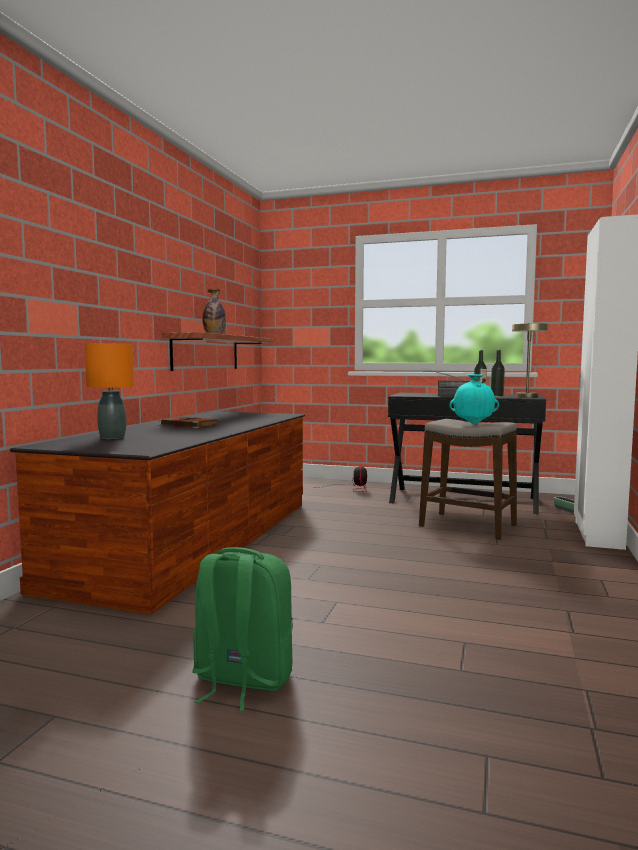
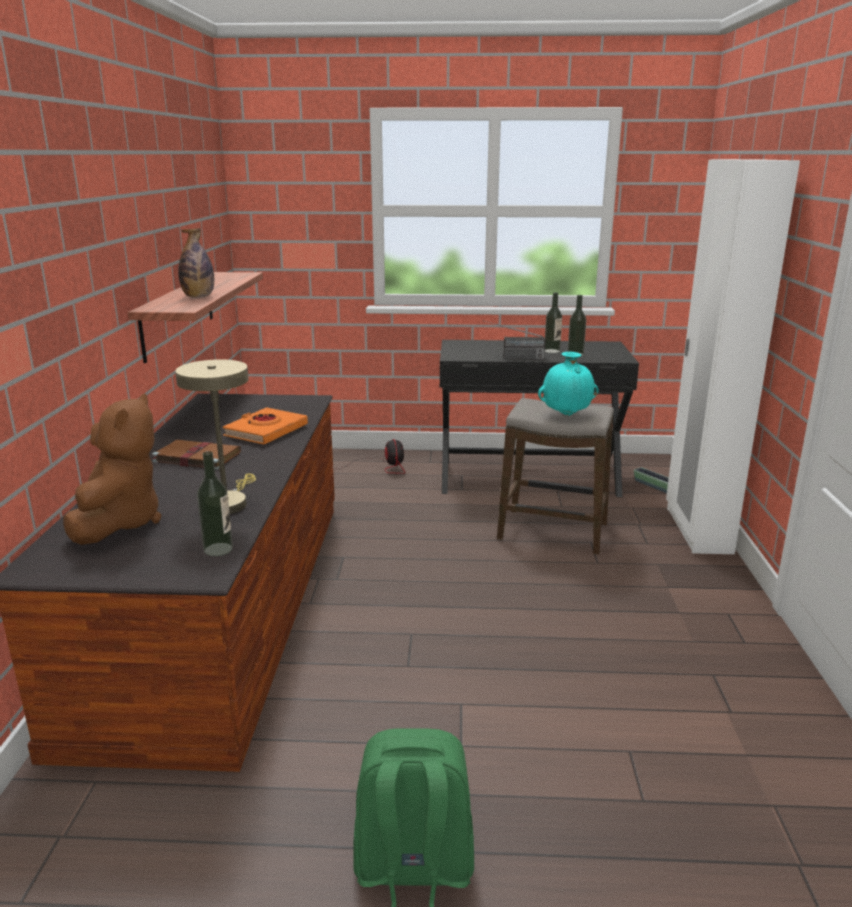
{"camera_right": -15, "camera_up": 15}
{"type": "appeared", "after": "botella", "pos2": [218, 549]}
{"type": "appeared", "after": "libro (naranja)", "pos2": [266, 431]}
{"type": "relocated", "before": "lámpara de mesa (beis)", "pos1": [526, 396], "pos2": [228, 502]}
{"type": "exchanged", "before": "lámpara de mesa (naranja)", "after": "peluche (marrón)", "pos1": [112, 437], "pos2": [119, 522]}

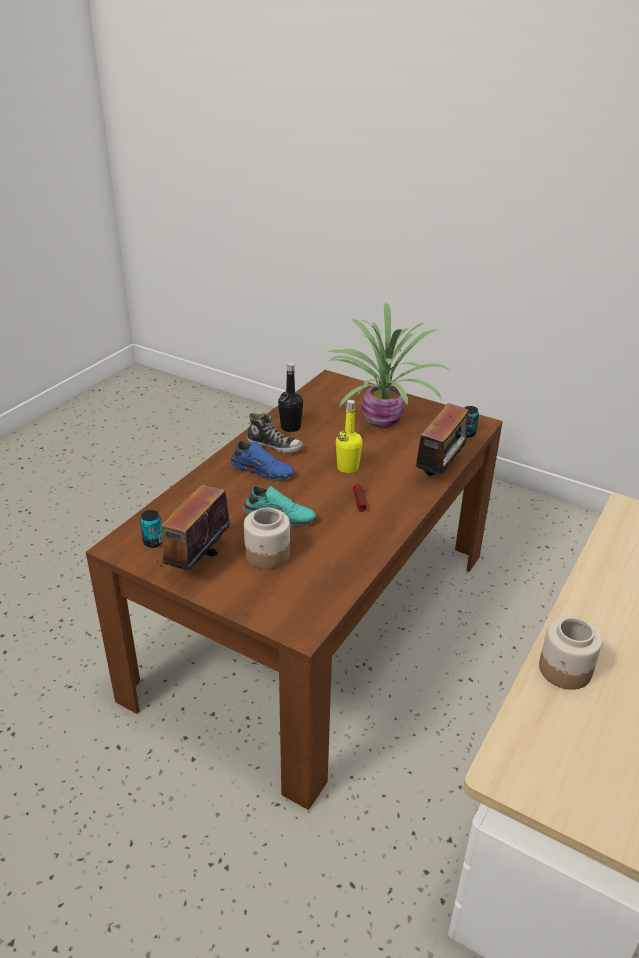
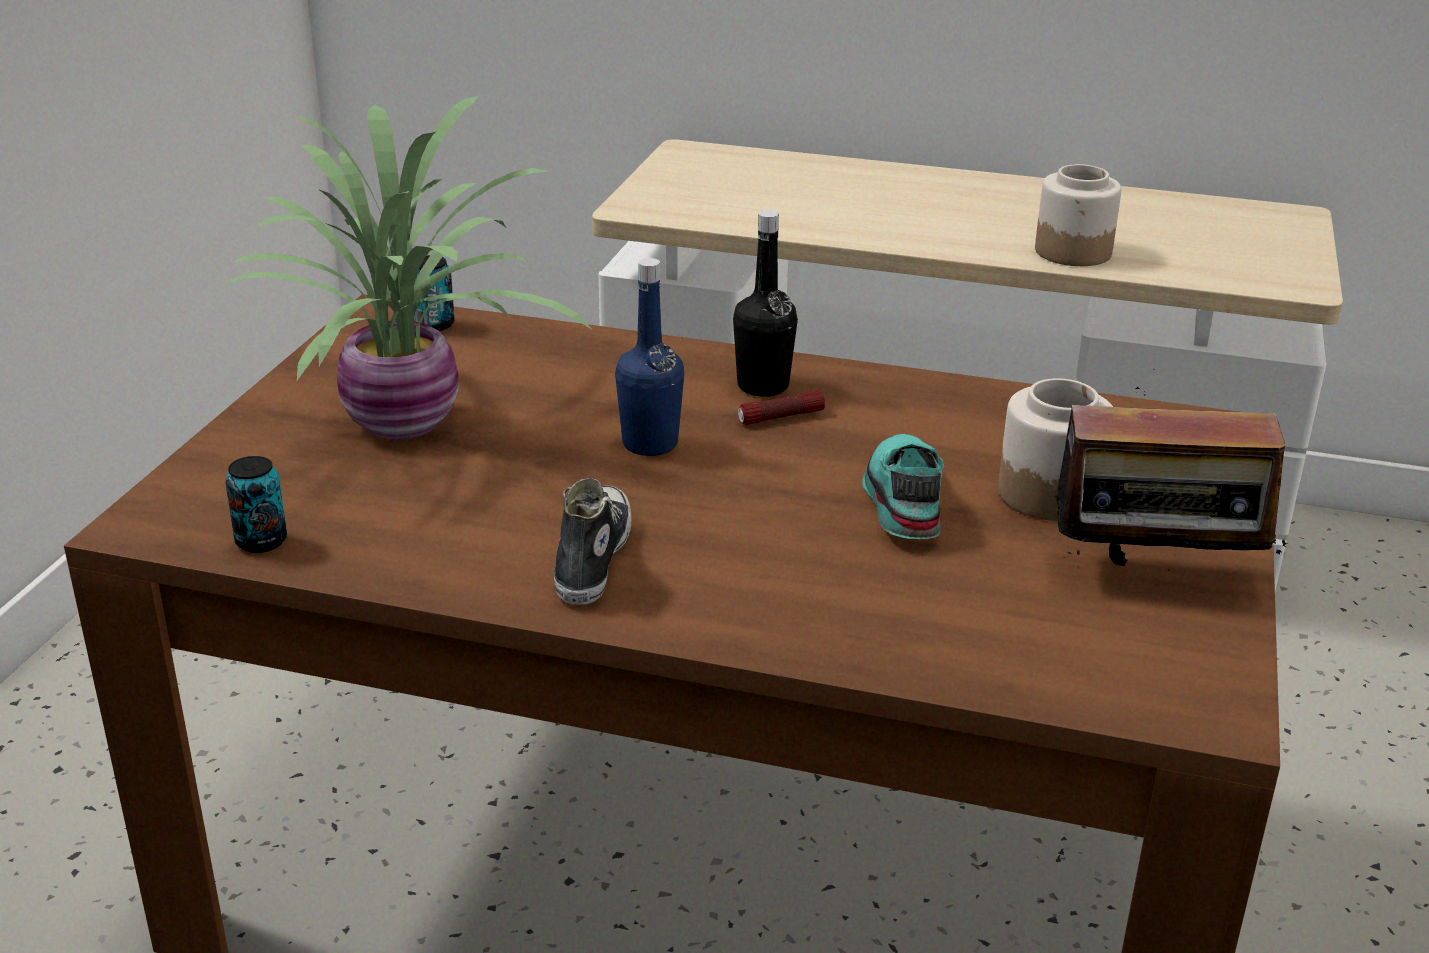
{"camera_right": -105, "camera_up": -5}
{"type": "missing", "before": "zapato (azul)", "pos1": [262, 470]}
{"type": "missing", "before": "radio", "pos1": [440, 471]}
{"type": "relocated", "before": "lata", "pos1": [153, 542], "pos2": [261, 541]}
{"type": "relocated", "before": "botella (negro)", "pos1": [290, 427], "pos2": [763, 386]}
{"type": "colour", "before": "botella (amarillo)", "after": "botella (azul)", "pos1": [347, 468], "pos2": [650, 444]}

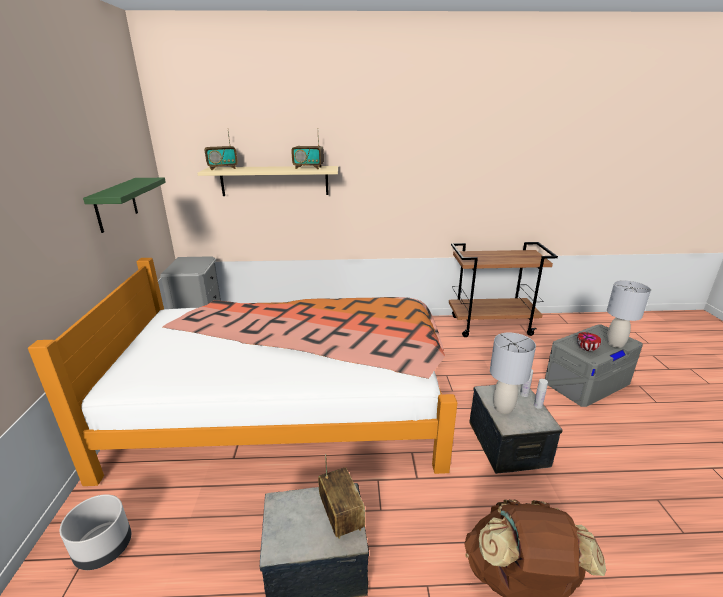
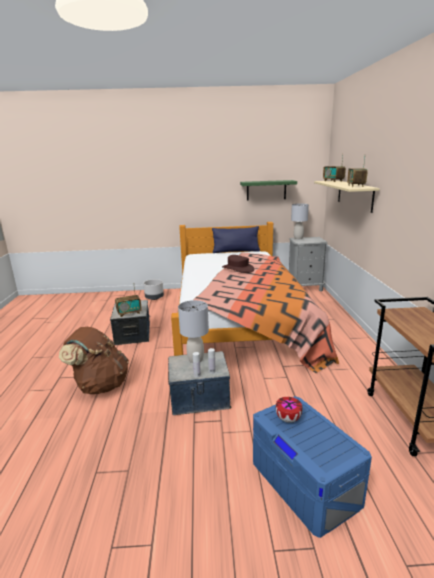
{"camera_right": 90, "camera_up": -5}
{"type": "appeared", "after": "cojín (azul)", "pos2": [236, 251]}
{"type": "appeared", "after": "sombrero (marrón)", "pos2": [238, 268]}
{"type": "relocated", "before": "lámpara de mesa (gris)", "pos1": [615, 344], "pos2": [298, 238]}
{"type": "colour", "before": "caja de almacenaje (gris)", "after": "caja de almacenaje (azul)", "pos1": [586, 382], "pos2": [304, 482]}

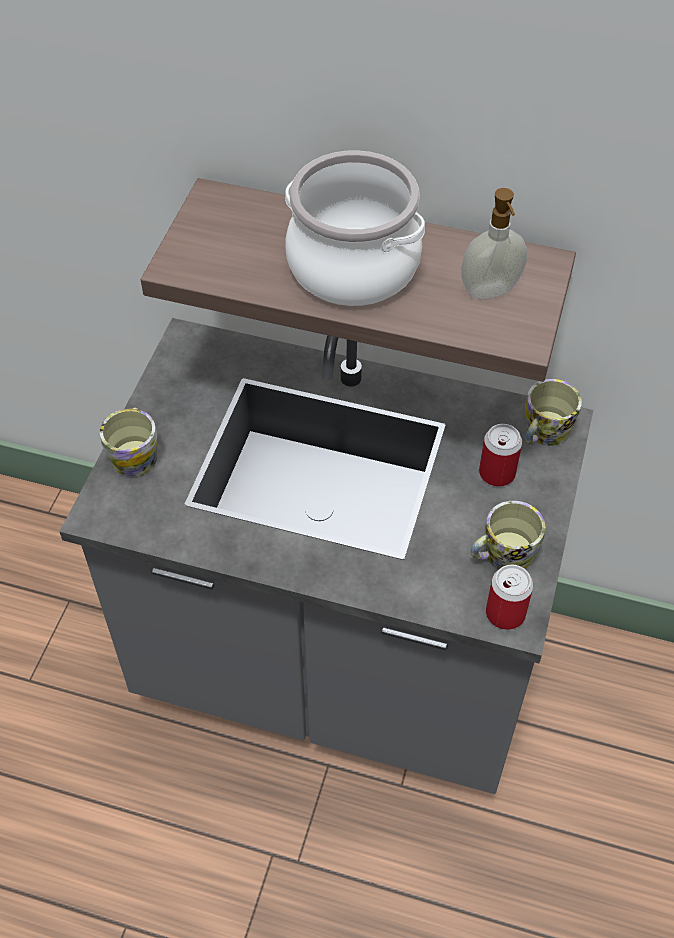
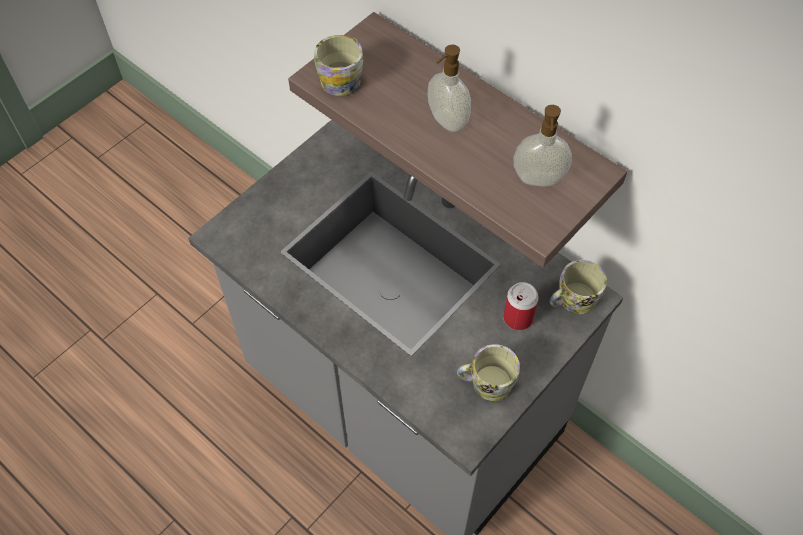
{"camera_right": 25, "camera_up": 5}
{"type": "missing", "before": "lata", "pos1": [505, 613]}
{"type": "relocated", "before": "taza grande", "pos1": [135, 453], "pos2": [343, 77]}
{"type": "exchanged", "before": "olla", "after": "dispensador de jabón", "pos1": [354, 265], "pos2": [446, 121]}

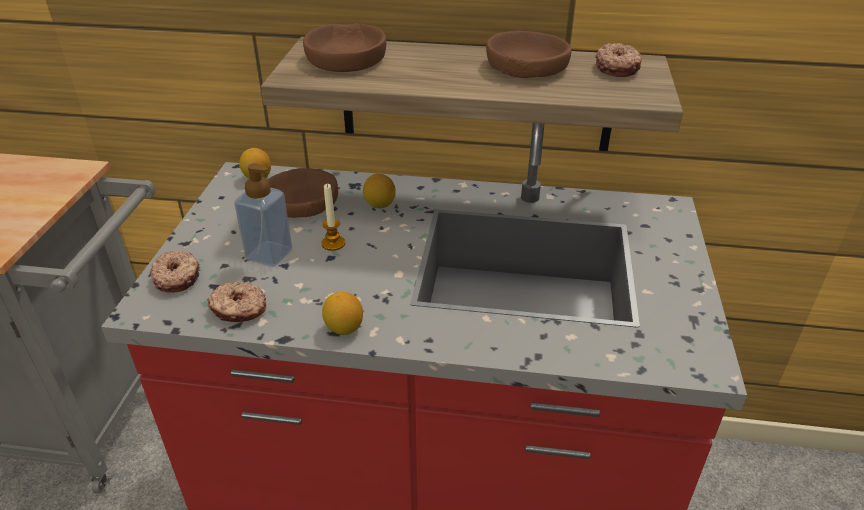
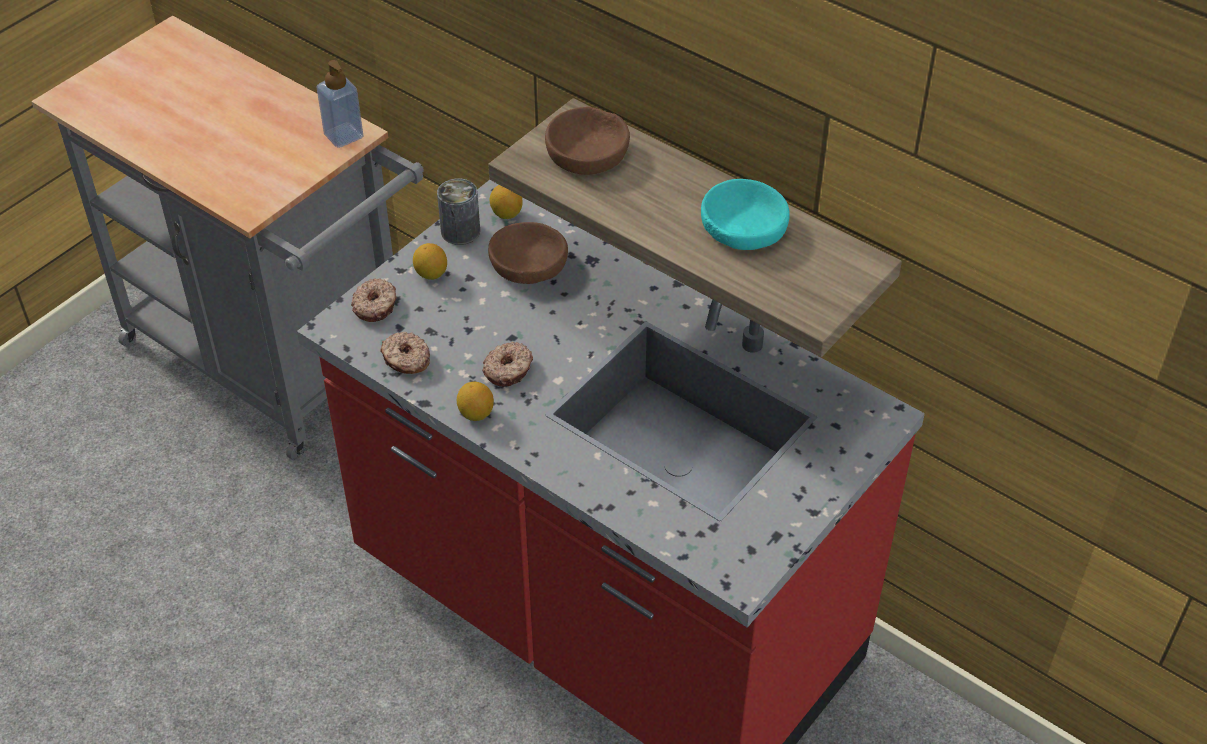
{"camera_right": 30, "camera_up": 10}
{"type": "missing", "before": "vela", "pos1": [333, 243]}
{"type": "appeared", "after": "lata", "pos2": [460, 231]}
{"type": "relocated", "before": "dispensador de jabón", "pos1": [269, 254], "pos2": [343, 136]}
{"type": "relocated", "before": "limón", "pos1": [380, 205], "pos2": [431, 274]}
{"type": "relocated", "before": "rosquilla", "pos1": [617, 68], "pos2": [509, 370]}
{"type": "colour", "before": "cuenco (marrón)", "after": "cuenco (turquesa)", "pos1": [526, 66], "pos2": [743, 225]}

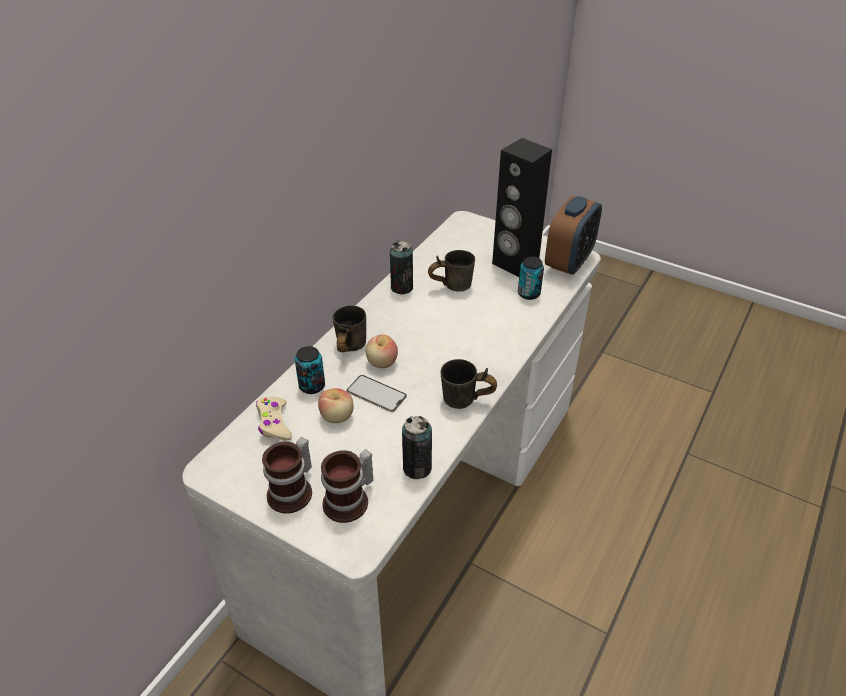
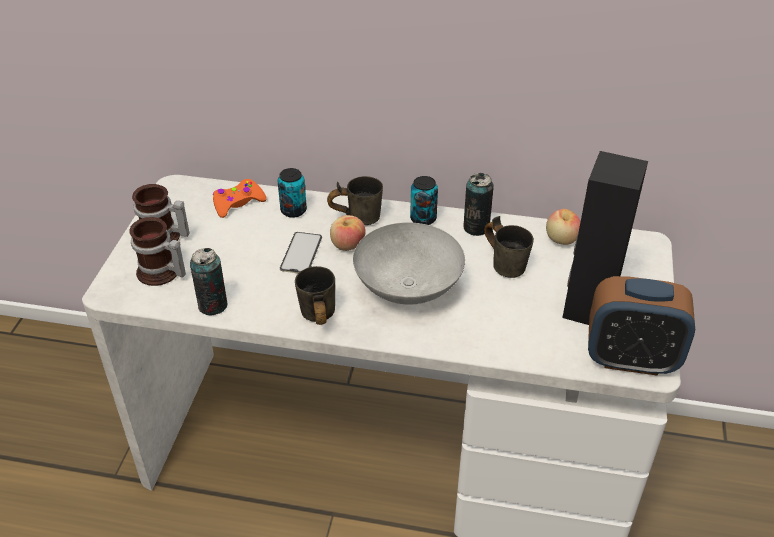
{"camera_right": 70, "camera_up": 0}
{"type": "appeared", "after": "cuenco (gris)", "pos2": [407, 287]}
{"type": "relocated", "before": "manzana", "pos1": [337, 416], "pos2": [561, 239]}
{"type": "relocated", "before": "lata", "pos1": [528, 293], "pos2": [423, 219]}
{"type": "colour", "before": "mando de consola (beis)", "after": "mando de consola (naranja)", "pos1": [274, 423], "pos2": [238, 203]}

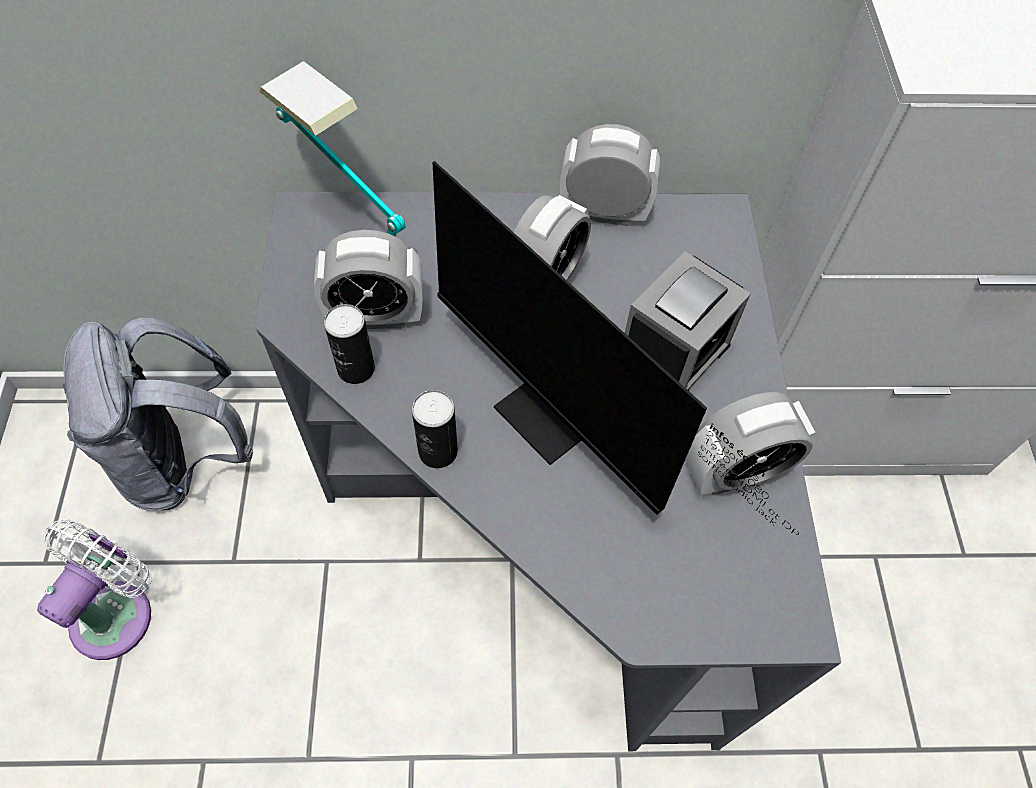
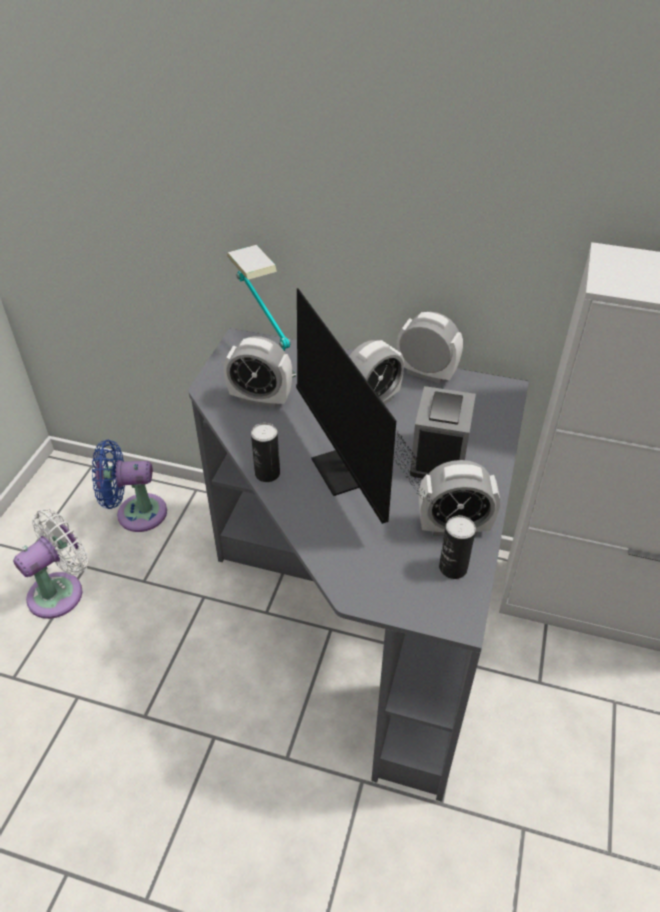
{"camera_right": 20, "camera_up": -15}
{"type": "relocated", "before": "lata", "pos1": [356, 368], "pos2": [453, 568]}
{"type": "exchanged", "before": "mochila (gris)", "after": "ventilador (azul)", "pos1": [183, 459], "pos2": [136, 513]}
{"type": "spun", "before": "despertador", "pos1": [673, 354], "pos2": [439, 455], "turn": 135}

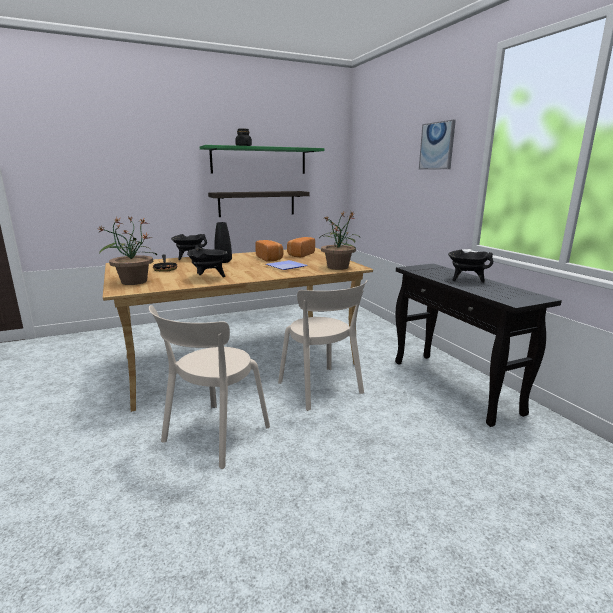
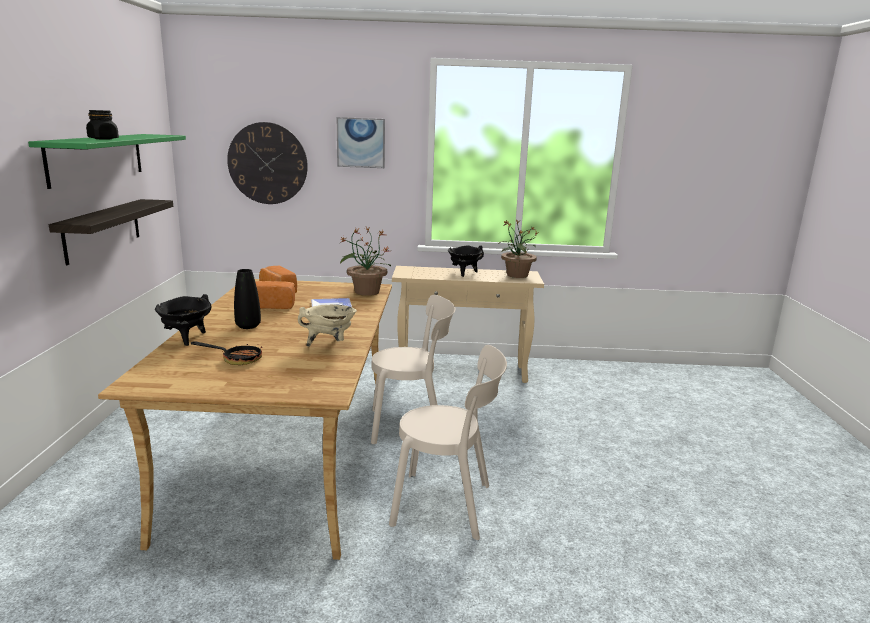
{"camera_right": -65, "camera_up": 0}
{"type": "appeared", "after": "reloj de pared", "pos2": [267, 163]}
{"type": "relocated", "before": "planta en maceta", "pos1": [133, 281], "pos2": [516, 275]}
{"type": "colour", "before": "olla (negro)", "after": "olla (beis)", "pos1": [208, 277], "pos2": [329, 344]}
{"type": "colour", "before": "mesa consola (negro)", "after": "mesa consola (beis)", "pos1": [454, 386], "pos2": [463, 371]}
{"type": "spun", "before": "silla (beis)", "pos1": [213, 436], "pos2": [447, 505], "turn": -45}

